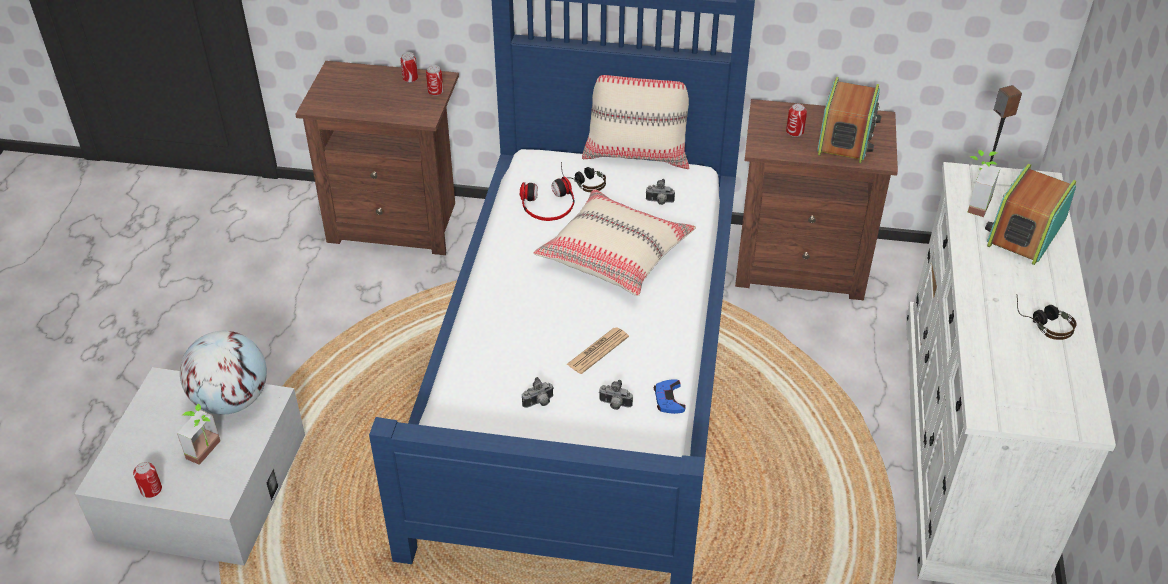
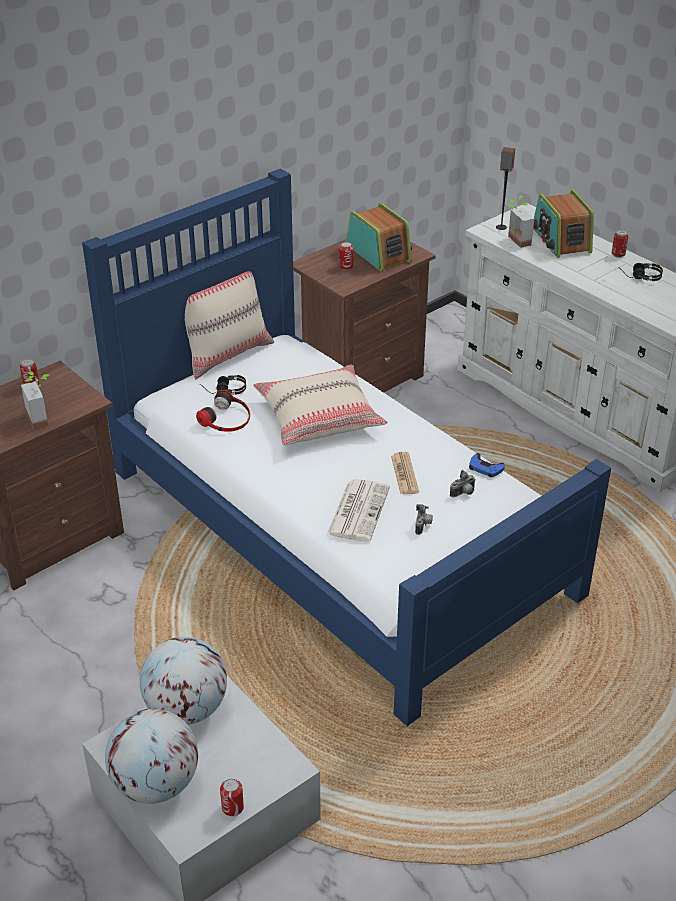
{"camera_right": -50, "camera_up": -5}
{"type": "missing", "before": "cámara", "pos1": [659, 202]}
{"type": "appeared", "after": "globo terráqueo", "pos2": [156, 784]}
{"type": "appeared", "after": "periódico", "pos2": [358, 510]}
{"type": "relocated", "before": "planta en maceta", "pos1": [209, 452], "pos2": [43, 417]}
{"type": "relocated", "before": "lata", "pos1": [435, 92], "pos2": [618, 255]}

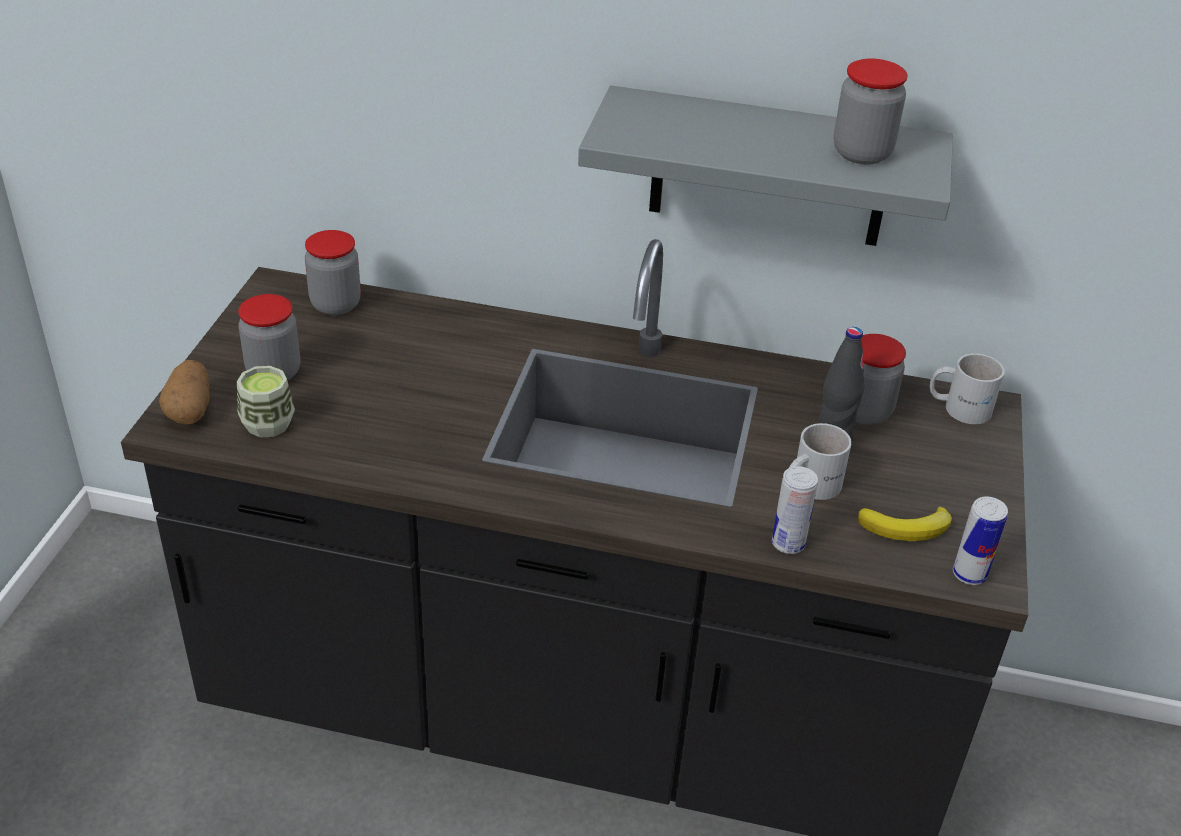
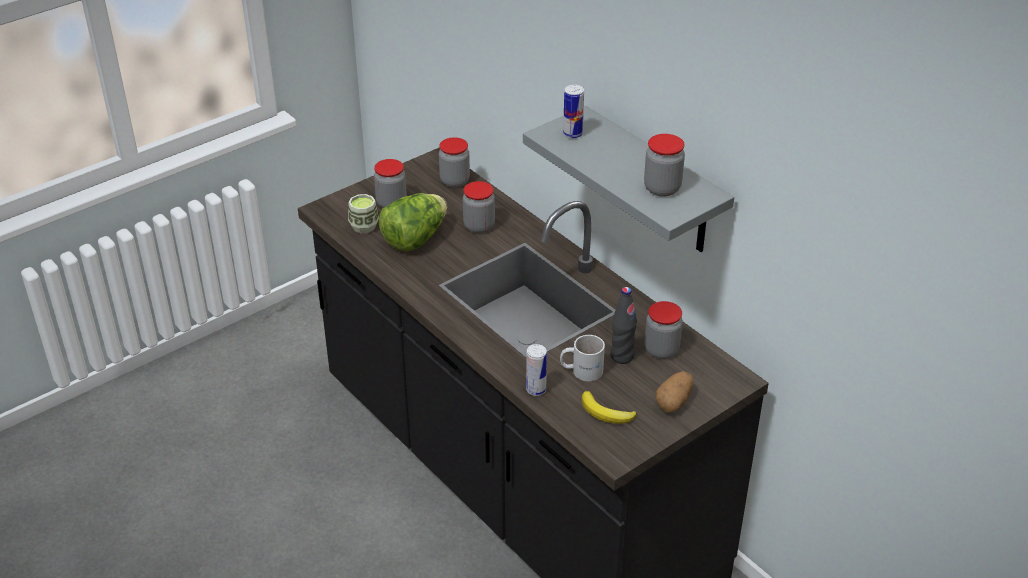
{"camera_right": 40, "camera_up": 0}
{"type": "missing", "before": "taza grande (blanco)", "pos1": [959, 406]}
{"type": "appeared", "after": "lechuga", "pos2": [415, 239]}
{"type": "appeared", "after": "tarro", "pos2": [479, 226]}
{"type": "relocated", "before": "patata", "pos1": [190, 409], "pos2": [674, 401]}
{"type": "relocated", "before": "lata", "pos1": [969, 574], "pos2": [572, 134]}

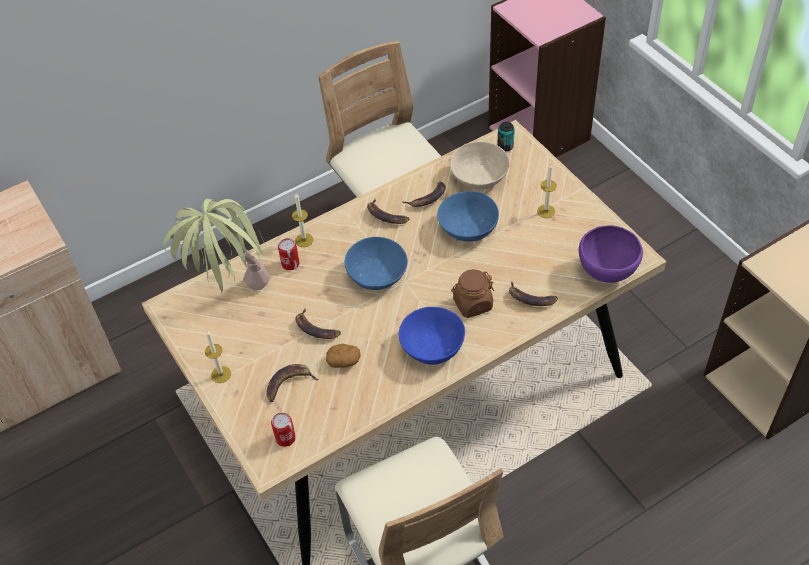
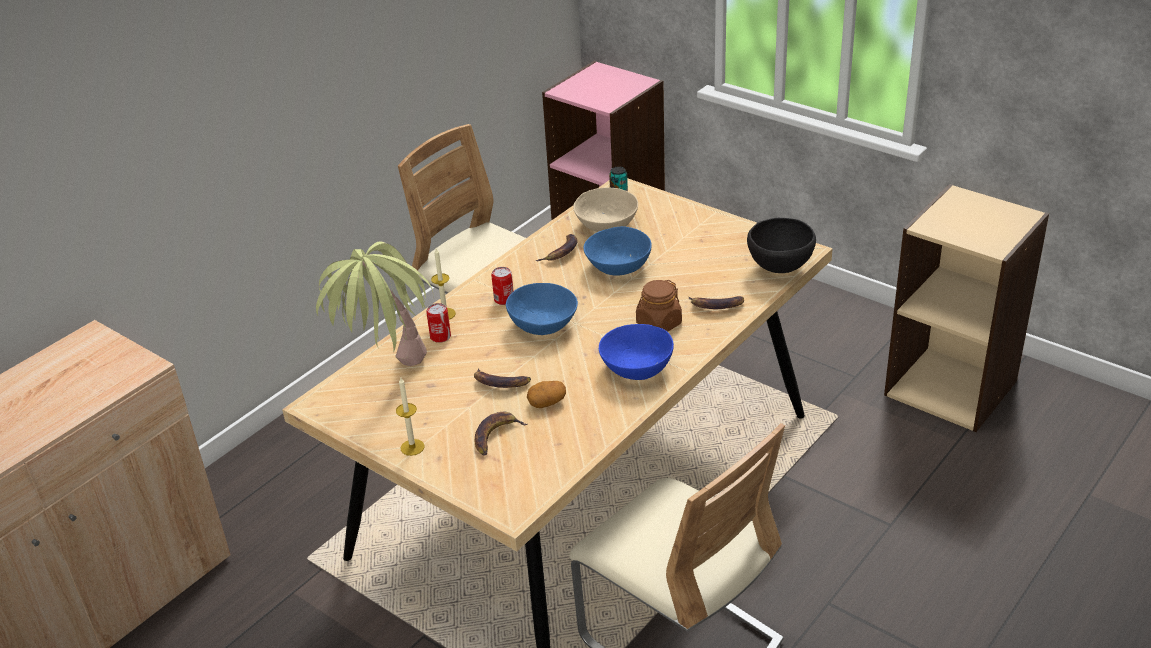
{"camera_right": -20, "camera_up": -15}
{"type": "missing", "before": "plátano", "pos1": [385, 216]}
{"type": "missing", "before": "vela", "pos1": [546, 211]}
{"type": "relocated", "before": "lata", "pos1": [285, 438], "pos2": [504, 299]}
{"type": "colour", "before": "cuenco (morado)", "after": "cuenco (negro)", "pos1": [607, 272], "pos2": [780, 268]}

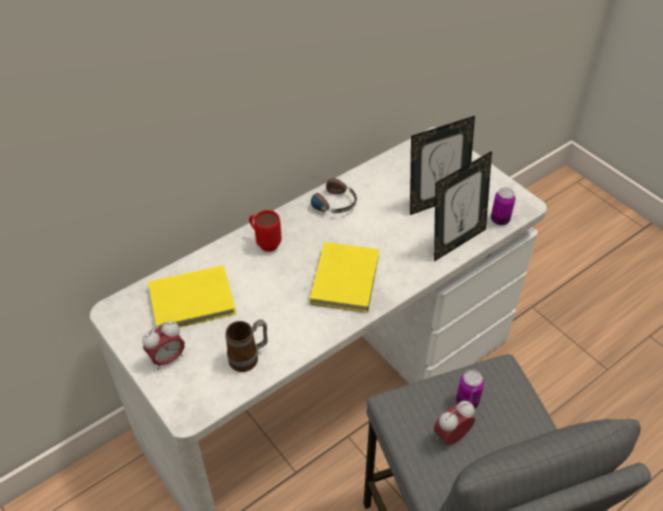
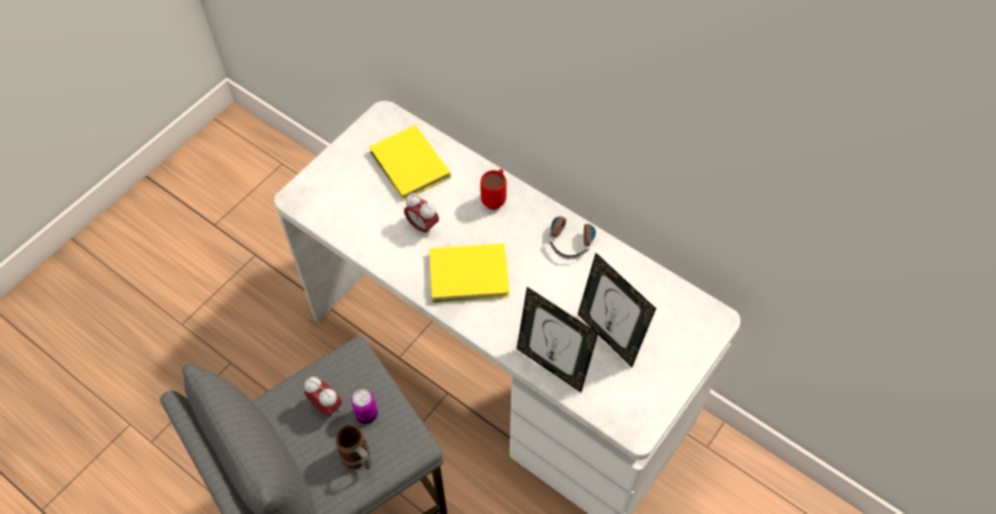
{"camera_right": 75, "camera_up": 10}
{"type": "missing", "before": "lata", "pos1": [500, 220]}
{"type": "relocated", "before": "despertador", "pos1": [167, 358], "pos2": [422, 226]}
{"type": "relocated", "before": "taza grande", "pos1": [249, 358], "pos2": [359, 460]}

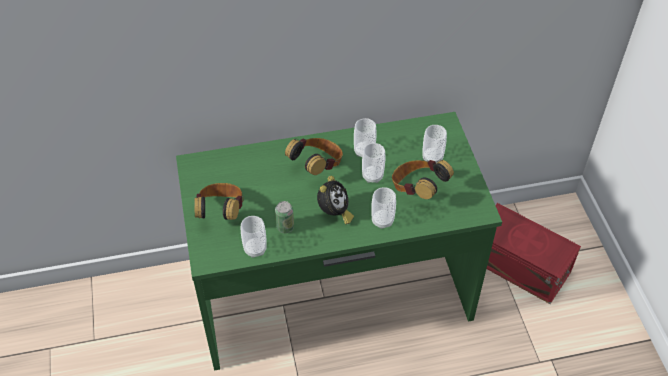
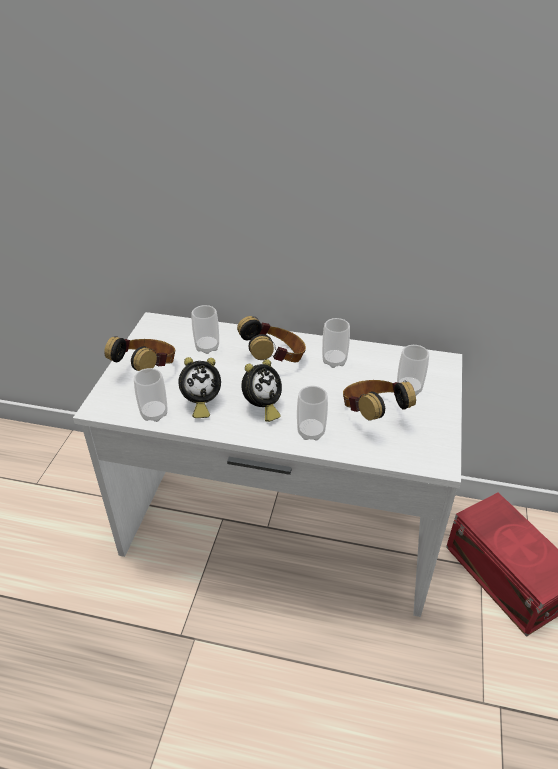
{"camera_right": 25, "camera_up": -10}
{"type": "relocated", "before": "taza", "pos1": [372, 176], "pos2": [207, 347]}
{"type": "exchanged", "before": "lata", "after": "despertador", "pos1": [285, 227], "pos2": [200, 404]}
{"type": "colour", "before": "escritorio (verde)", "after": "escritorio (blanco)", "pos1": [334, 294], "pos2": [279, 528]}

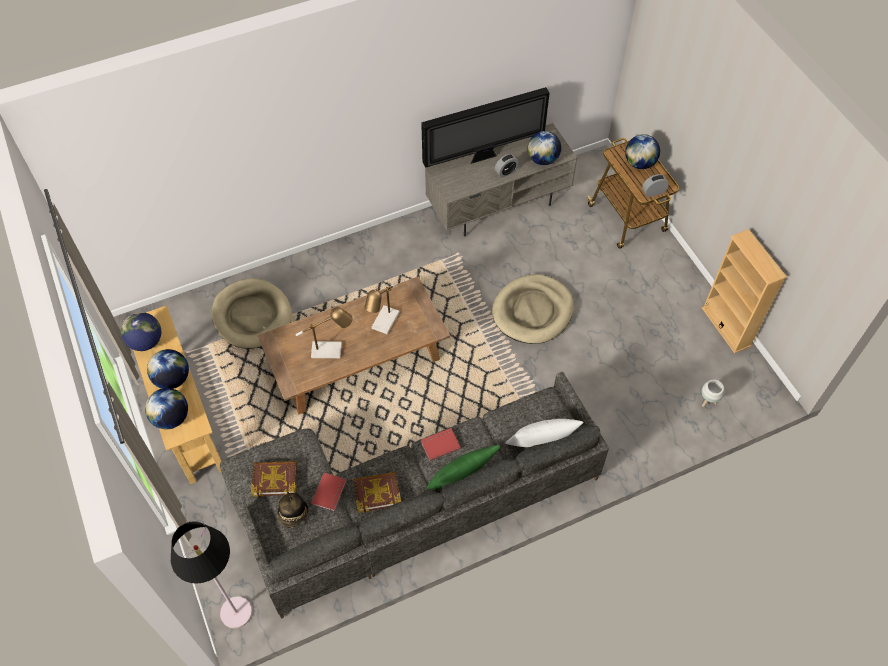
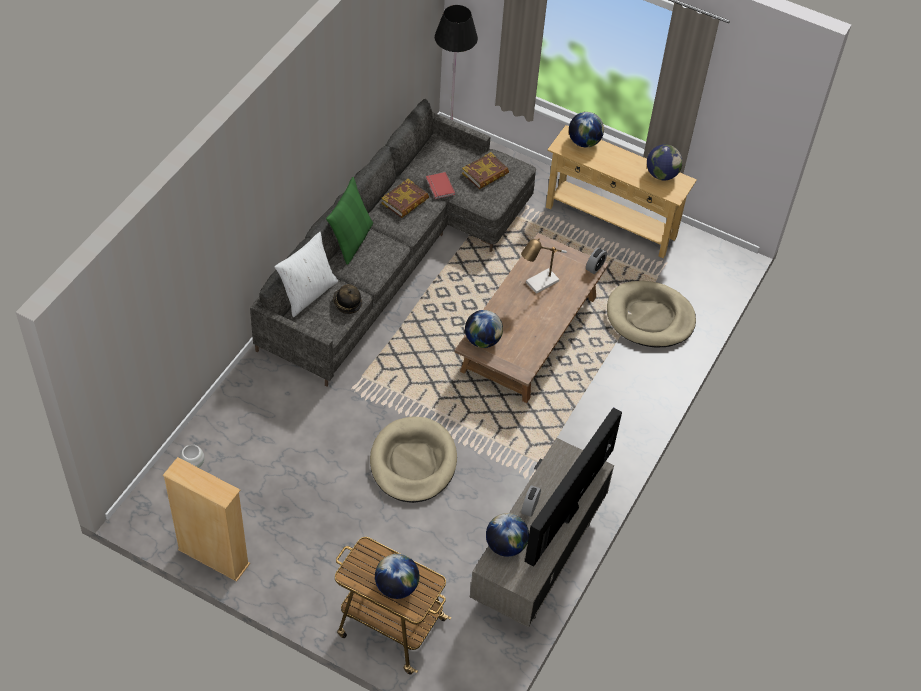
{"camera_right": 140, "camera_up": -5}
{"type": "missing", "before": "lámpara de mesa", "pos1": [384, 324]}
{"type": "missing", "before": "libro (rojo)", "pos1": [440, 444]}
{"type": "relocated", "before": "globo terráqueo", "pos1": [172, 379], "pos2": [482, 340]}
{"type": "relocated", "before": "sombrero", "pos1": [293, 514], "pos2": [347, 303]}
{"type": "relocated", "before": "despertador", "pos1": [653, 192], "pos2": [595, 267]}

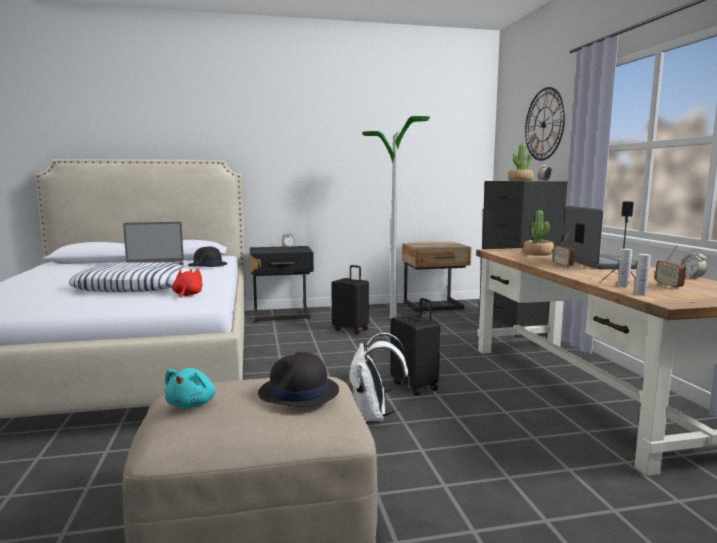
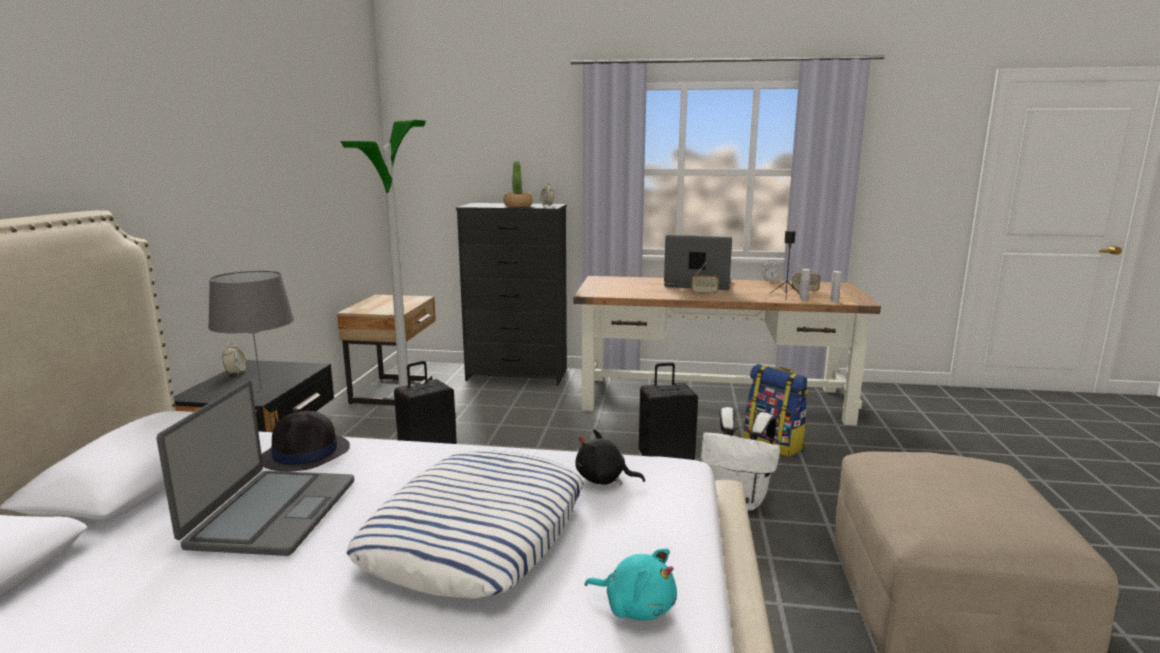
{"camera_right": -70, "camera_up": 5}
{"type": "missing", "before": "sombrero (negro)", "pos1": [299, 392]}
{"type": "missing", "before": "planta en maceta", "pos1": [538, 254]}
{"type": "missing", "before": "reloj de pared", "pos1": [544, 124]}
{"type": "appeared", "after": "lámpara de mesa (gris)", "pos2": [260, 389]}
{"type": "appeared", "after": "mochila", "pos2": [774, 444]}
{"type": "relocated", "before": "peluche (turquesa)", "pos1": [192, 404], "pos2": [636, 607]}
{"type": "colour", "before": "peluche (rojo)", "after": "peluche (negro)", "pos1": [187, 295], "pos2": [604, 479]}

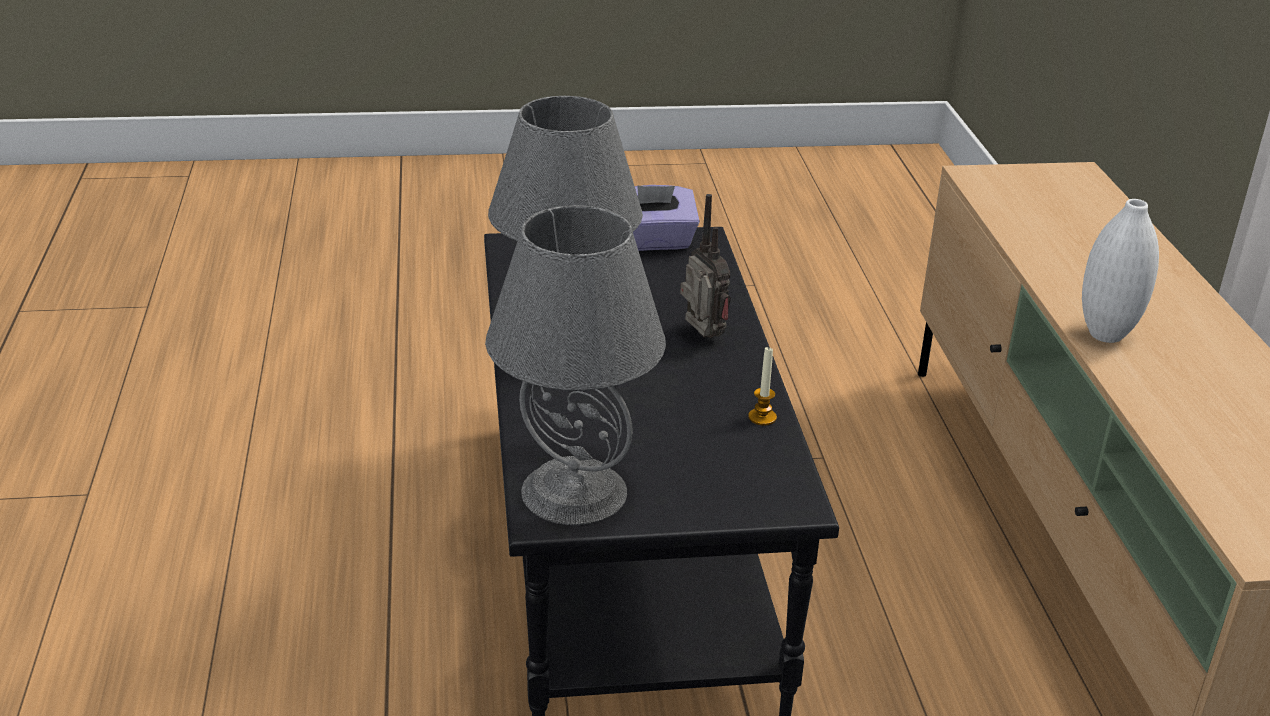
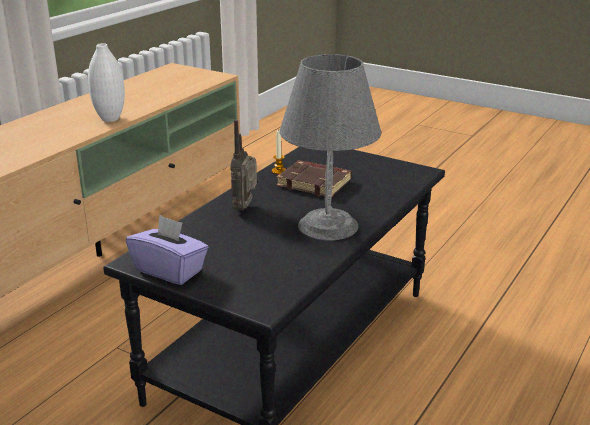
{"camera_right": -140, "camera_up": -5}
{"type": "missing", "before": "lámpara de mesa (gris)", "pos1": [572, 492]}
{"type": "appeared", "after": "libro (marrón)", "pos2": [315, 183]}

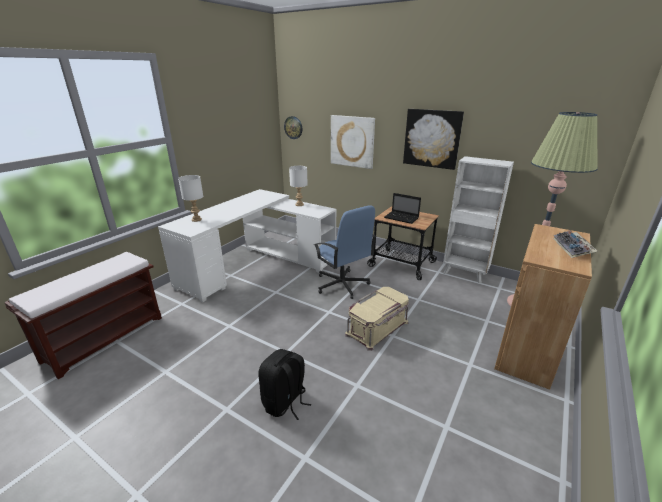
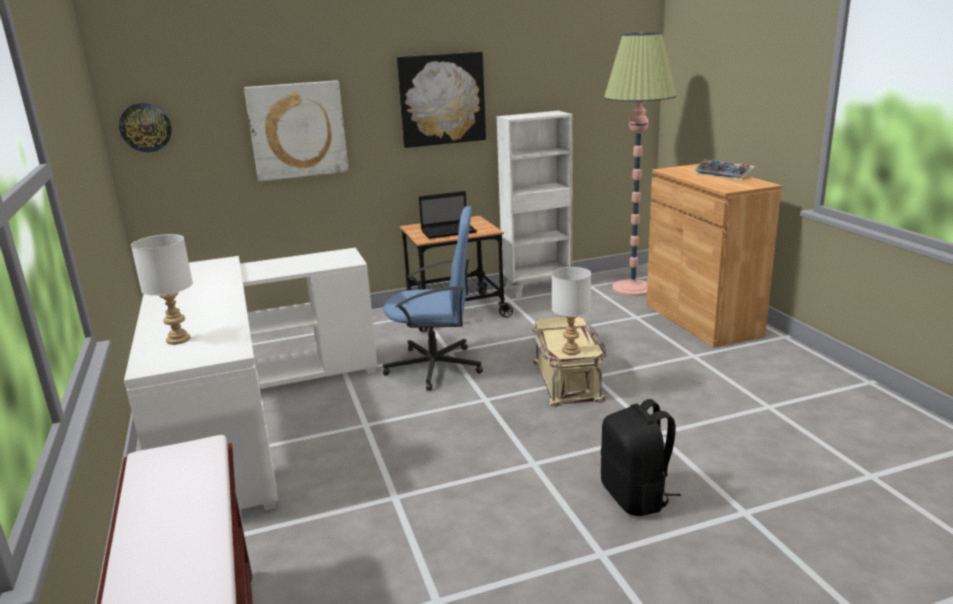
{"camera_right": -50, "camera_up": -5}
{"type": "relocated", "before": "lámpara de mesa (blanco)", "pos1": [299, 204], "pos2": [570, 350]}

